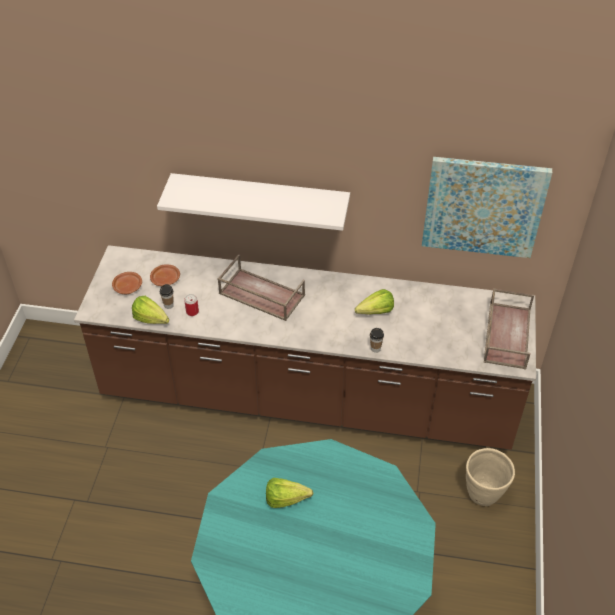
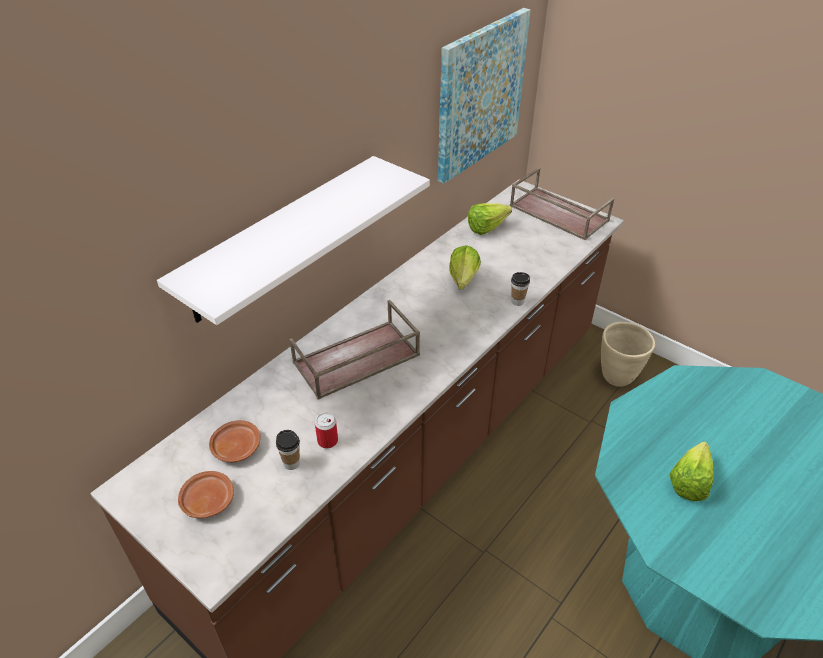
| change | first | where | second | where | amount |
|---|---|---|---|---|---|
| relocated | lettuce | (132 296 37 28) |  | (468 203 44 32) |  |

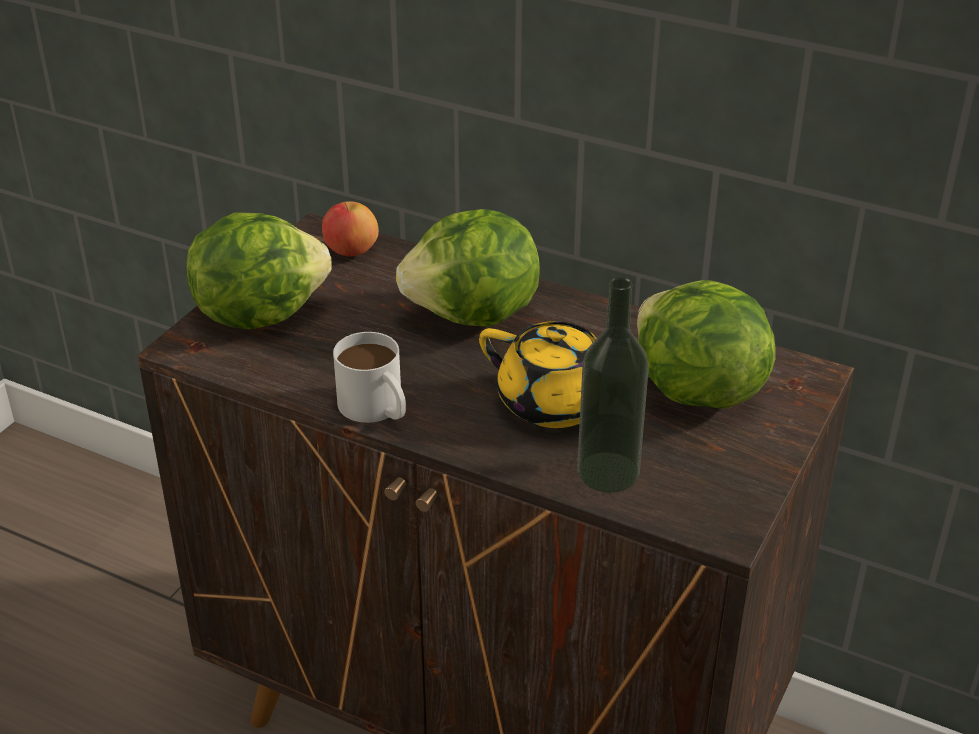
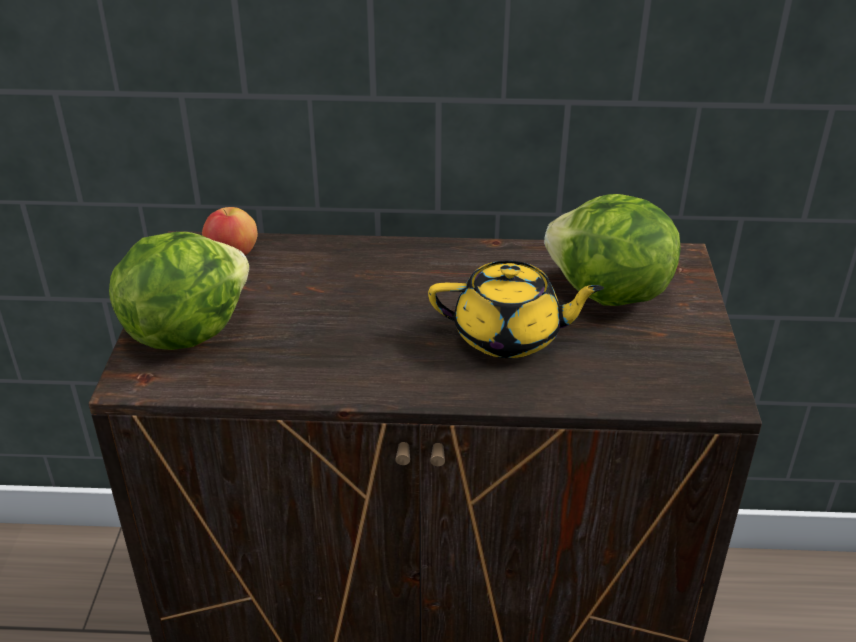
| change | first | where | second | where | amount |
|---|---|---|---|---|---|
| missing | white_mug | (333 332 73 91) |  |  |  |
| missing | lettuce | (396 209 144 118) |  |  |  |
| missing | bottle | (577 277 72 216) |  |  |  |

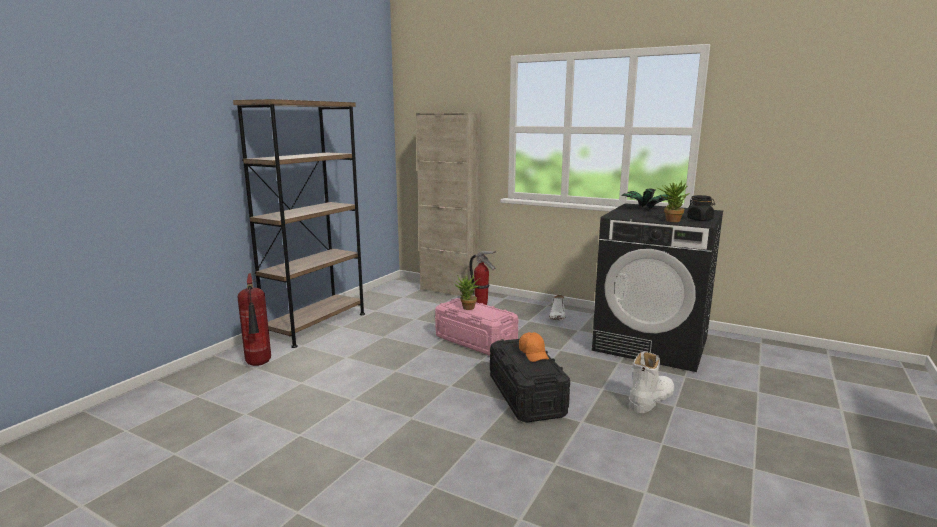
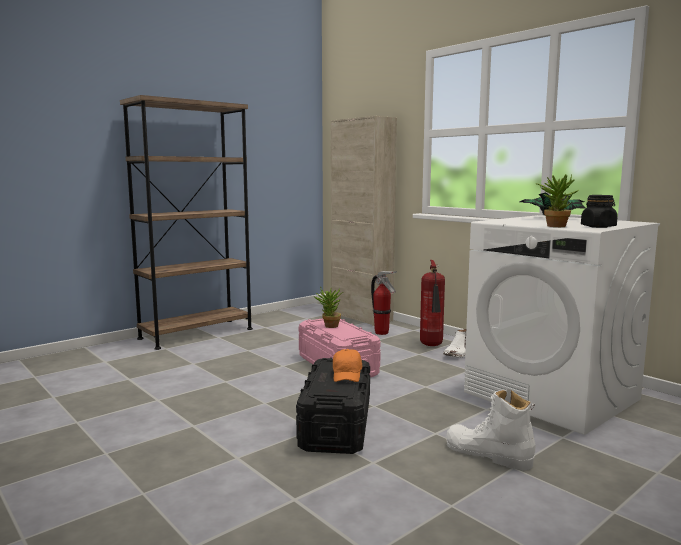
| change | first | where | second | where | amount |
|---|---|---|---|---|---|
| relocated | fire_extinguisher | (237 273 34 93) |  | (420 260 25 86) |  |
| spun | white_boot | (629 352 45 61) |  | (446 389 90 82) | 120 degrees counterclockwise |
| colour | black_washing_machine | (592 203 131 169) | white_washing_machine | (464 215 196 220) |  |

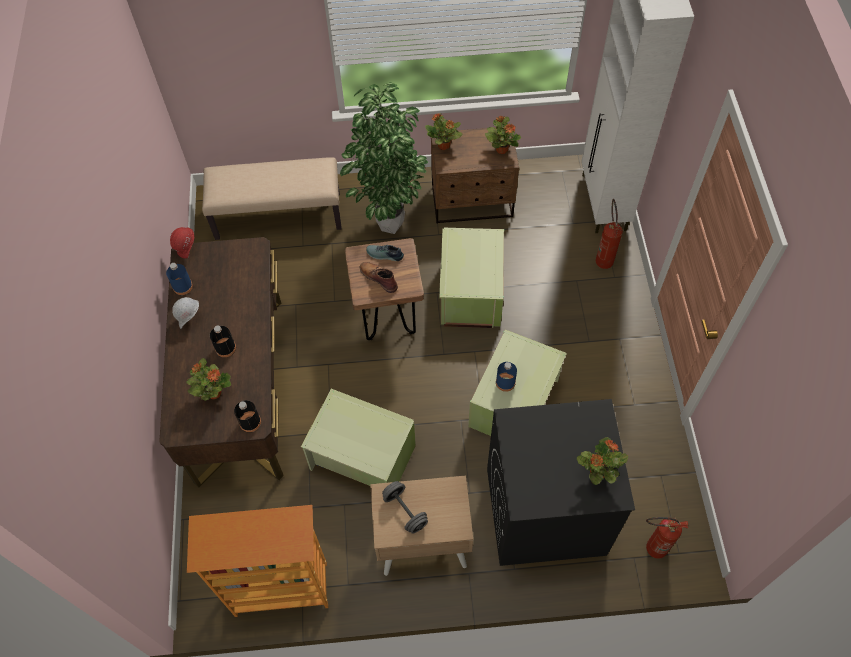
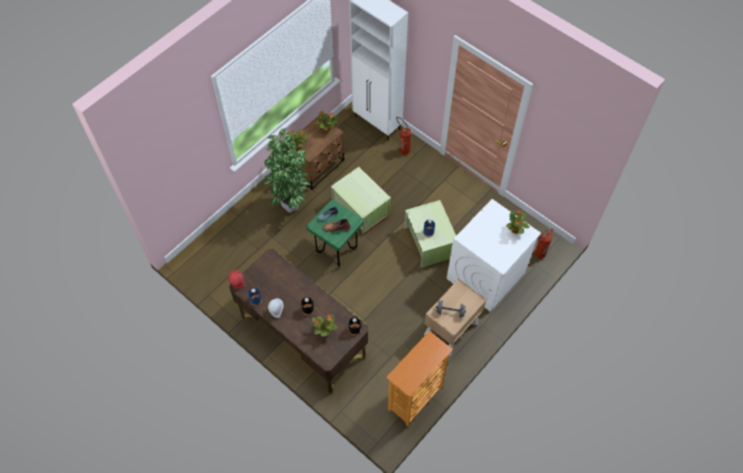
| change | first | where | second | where | amount |
|---|---|---|---|---|---|
| colour | brown_stool | (345 238 79 102) | green_stool | (306 199 58 68) |  |
| colour | black_washing_machine | (487 399 148 167) | white_washing_machine | (447 199 94 113) |  |
| missing | beige_bench | (202 157 140 83) |  |  |  |
| missing | green_storage_box | (301 389 115 97) |  |  |  |

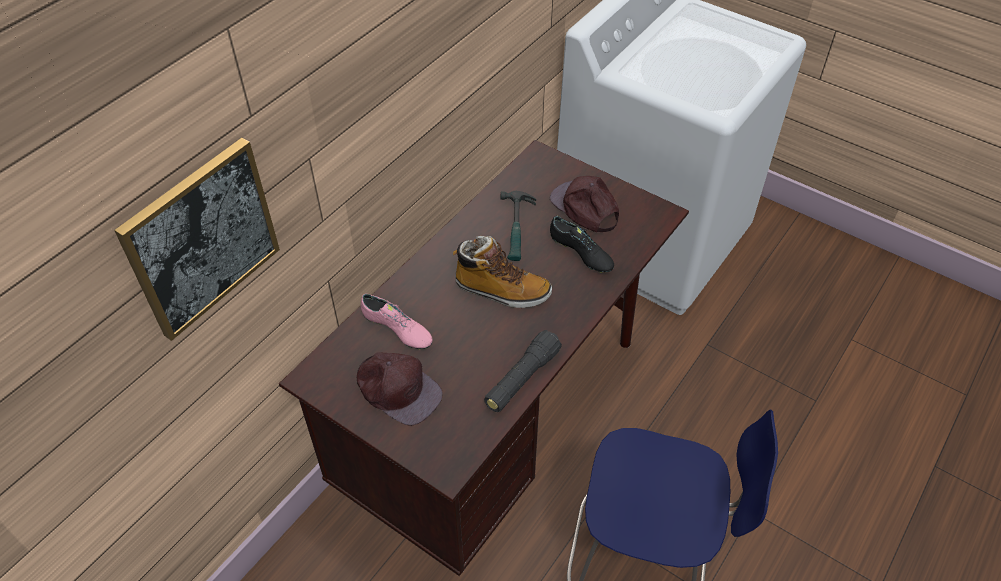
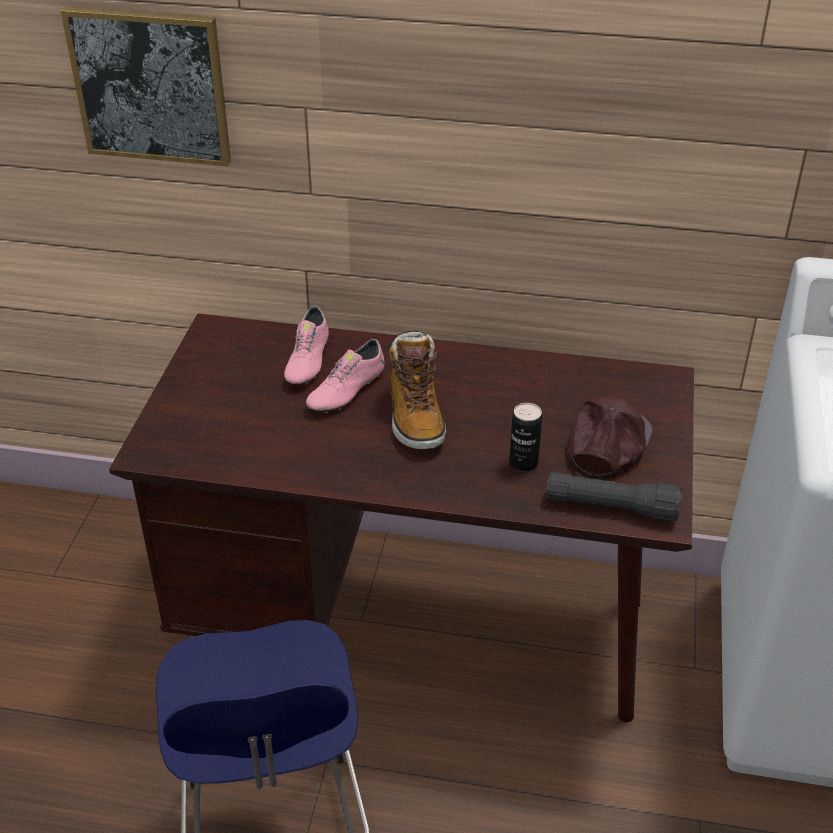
| change | first | where | second | where | amount |
|---|---|---|---|---|---|
| appeared |  |  | pink_shoe | (306 339 79 74) |  |
| exchanged | black_shoe | (550 216 64 57) | can | (509 403 33 69) |  |
| relocated | black_flashlight | (484 330 78 82) |  | (546 472 136 50) |  |
| missing | brown_cap | (357 352 86 74) |  |  |  |
| missing | hammer | (500 191 36 70) |  |  |  |

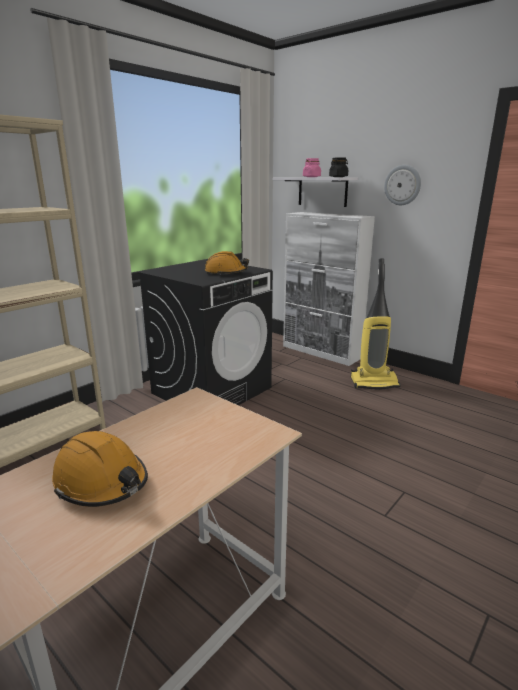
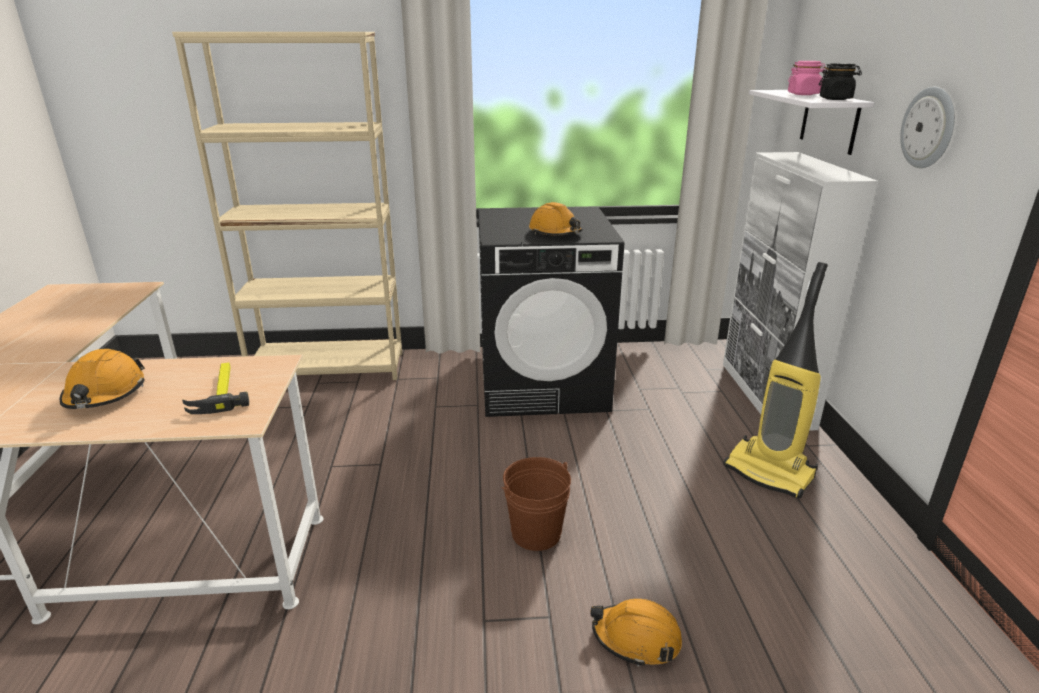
| change | first | where | second | where | amount |
|---|---|---|---|---|---|
| appeared |  |  | hammer | (182 362 67 52) |  |
| appeared |  |  | brown_bucket | (502 457 69 94) |  |
| appeared |  |  | orange_hard_hat | (591 599 91 68) |  |

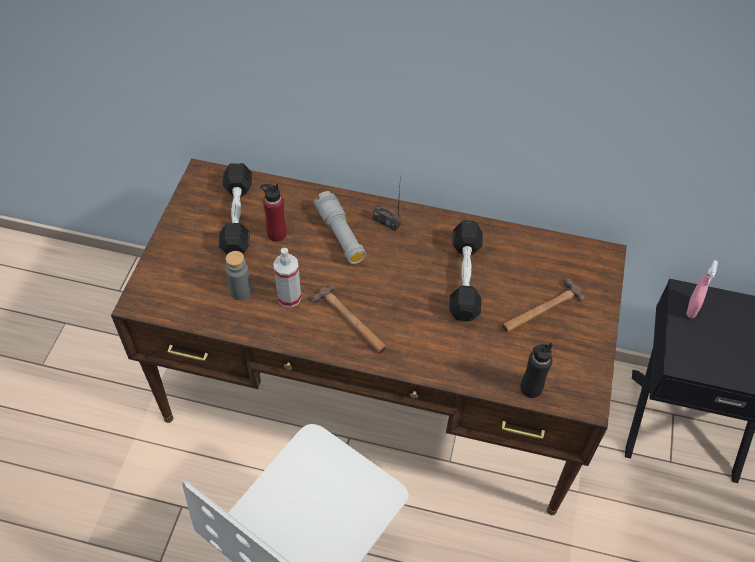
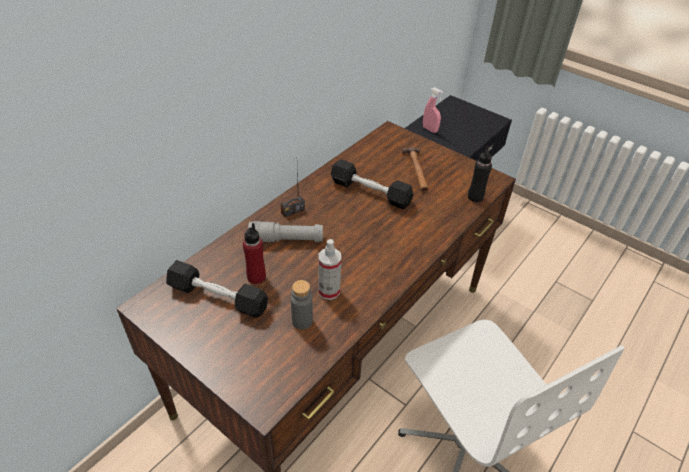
| change | first | where | second | where | amount |
|---|---|---|---|---|---|
| missing | hammer | (311 284 75 69) |  |  |  |

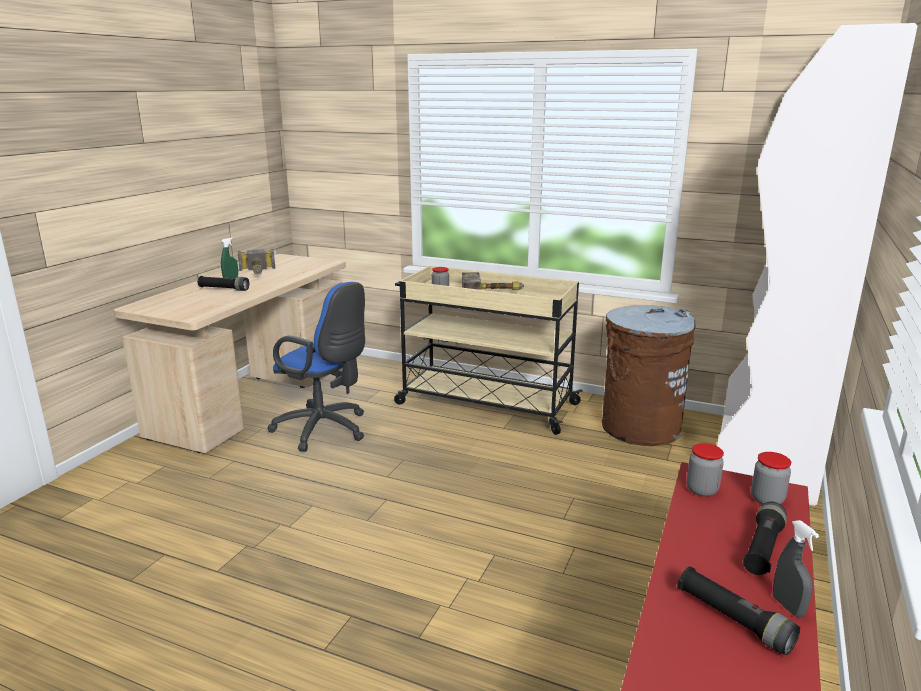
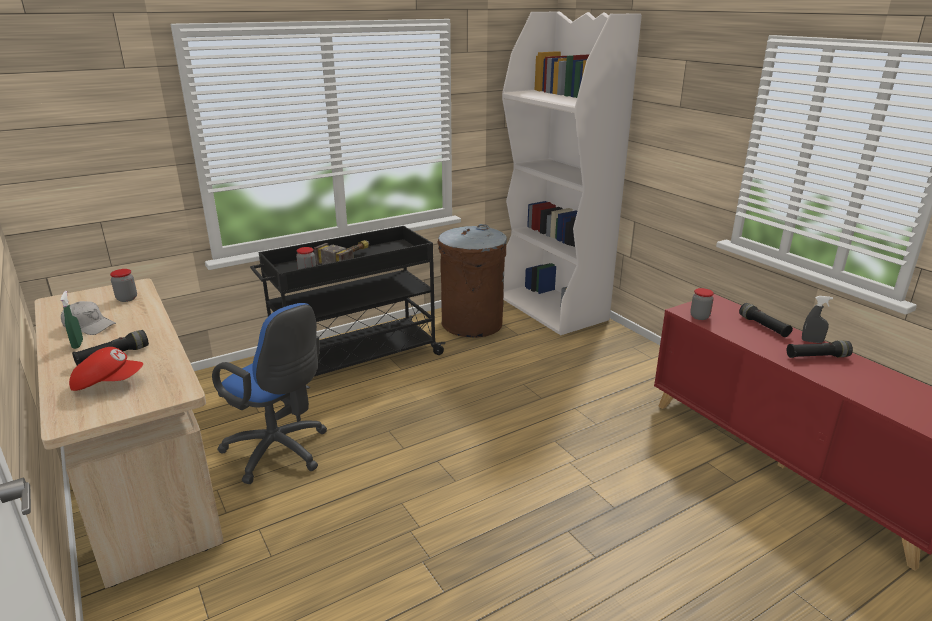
| change | first | where | second | where | amount |
|---|---|---|---|---|---|
| exchanged | hammer | (238 249 37 25) | white_cap | (61 301 55 34) |  |
| appeared |  |  | red_cap | (69 347 74 44) |  |
| relocated | jar | (751 452 40 53) |  | (110 269 27 33) |  |
| spun | blue_office_chair | (267 282 98 170) |  | (212 303 115 181) | 60 degrees clockwise |
| colour | beige_cart | (394 266 189 169) | black_cart | (250 226 196 150) |  |

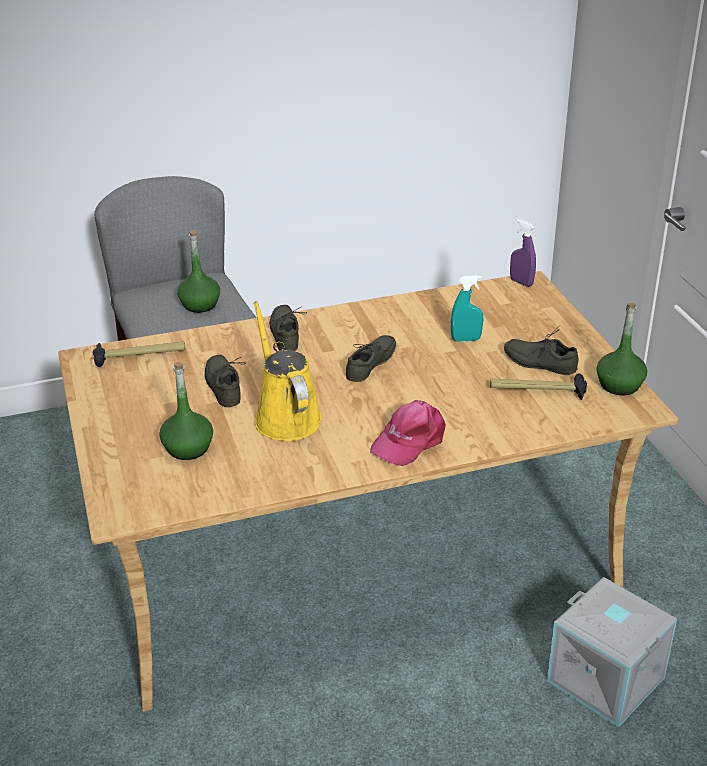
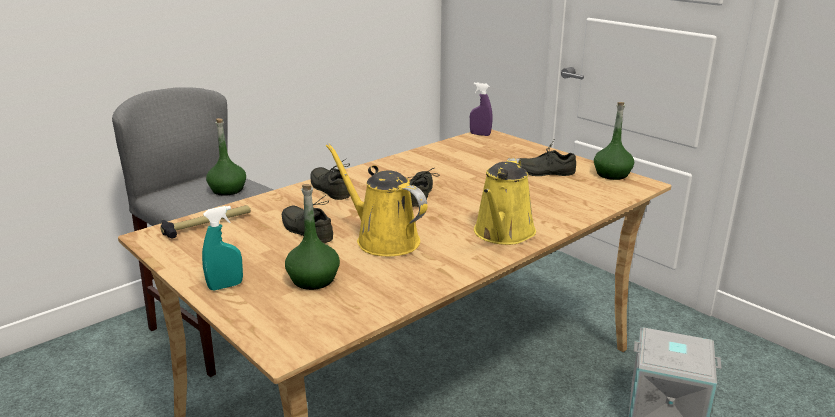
| change | first | where | second | where | amount |
|---|---|---|---|---|---|
| relocated | turquoise_spray_bottle | (451 275 32 66) |  | (202 206 41 84) |  |
| exchanged | pink_cap | (370 400 76 66) | yellow_watering_can | (474 158 62 87) |  |
| missing | hammer | (490 374 97 26) |  |  |  |

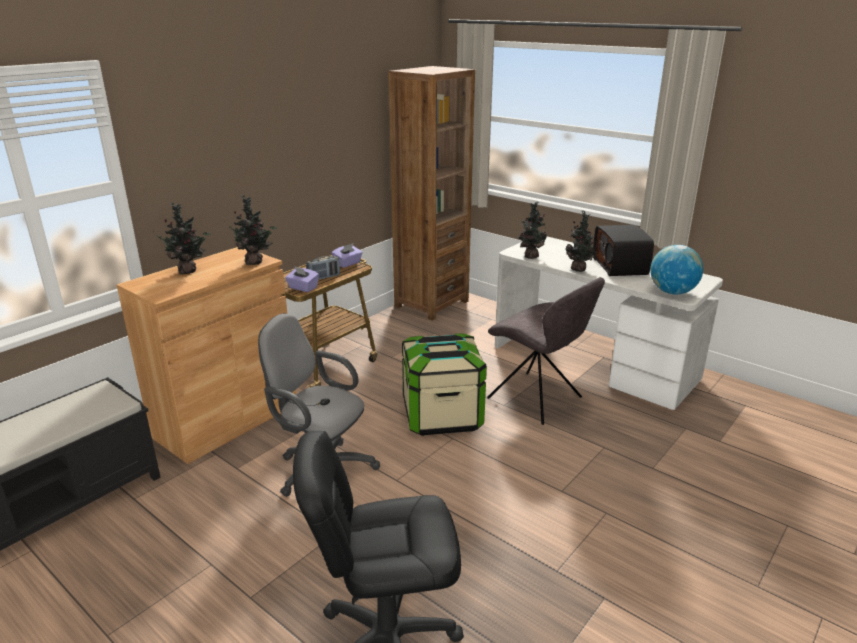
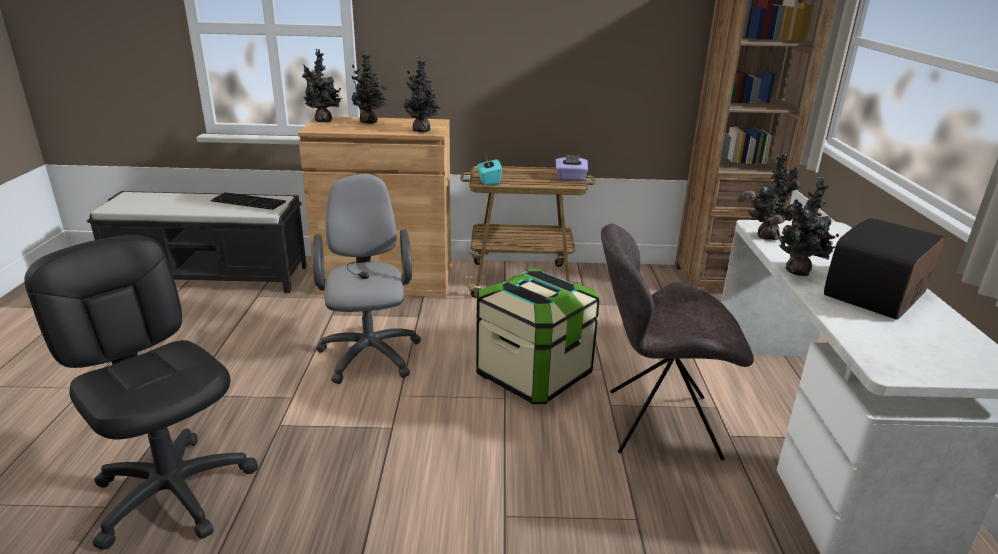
| change | first | where | second | where | amount |
|---|---|---|---|---|---|
| appeared |  |  | keyboard | (211 192 75 18) |  |
| appeared |  |  | potted_plant | (302 49 40 73) |  |
| colour | purple_tissue_box | (285 266 34 26) | turquoise_tissue_box | (477 157 25 28) |  |
| spun | grey_chair | (487 277 118 148) |  | (601 223 152 237) | 90 degrees clockwise |
| missing | radio | (306 256 34 24) |  |  |  |
| missing | globe | (650 245 53 50) |  |  |  |

